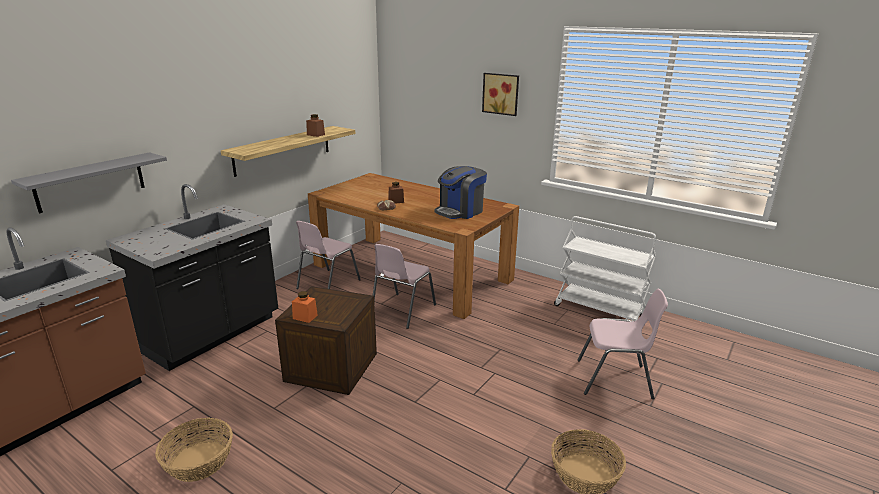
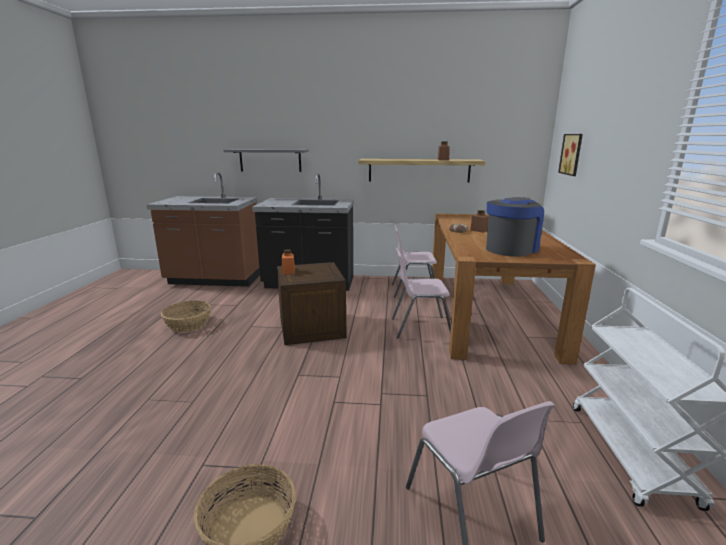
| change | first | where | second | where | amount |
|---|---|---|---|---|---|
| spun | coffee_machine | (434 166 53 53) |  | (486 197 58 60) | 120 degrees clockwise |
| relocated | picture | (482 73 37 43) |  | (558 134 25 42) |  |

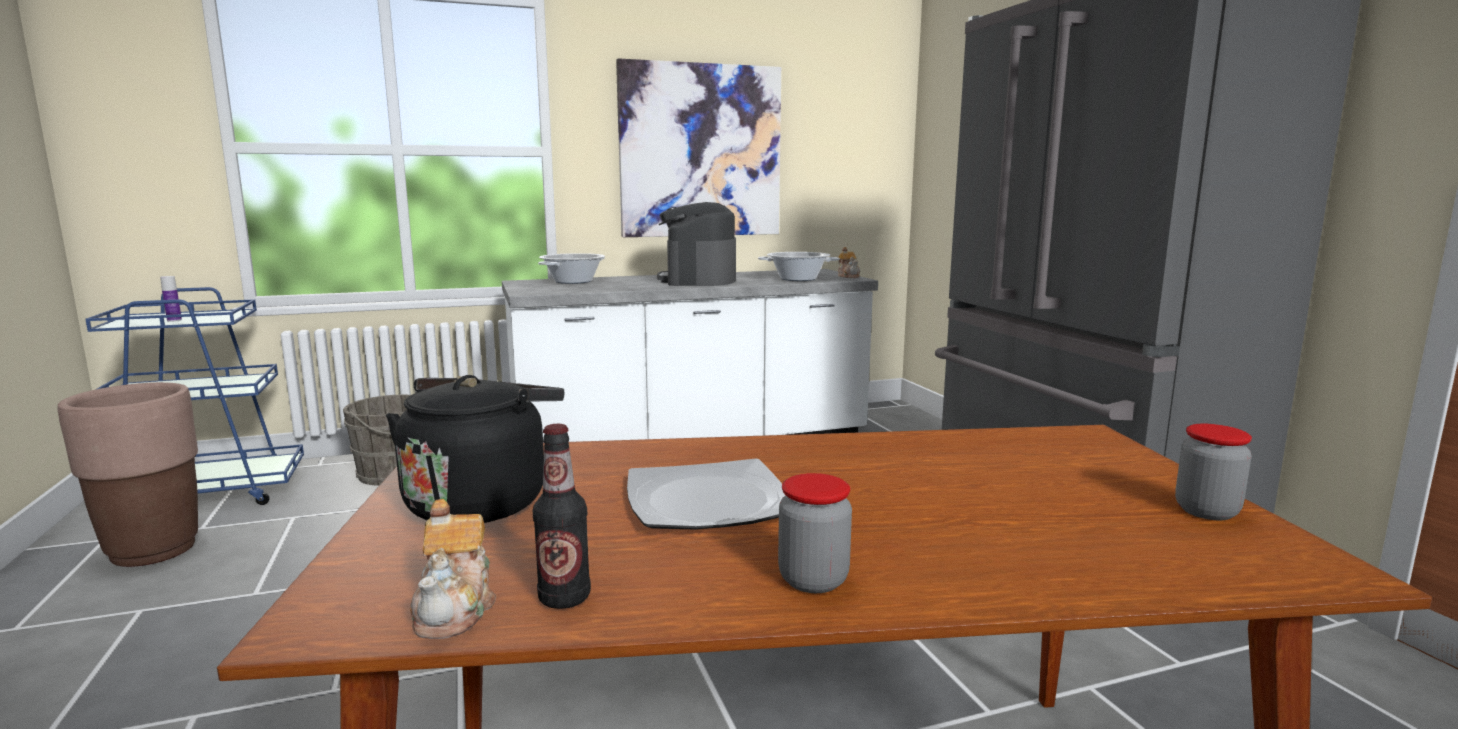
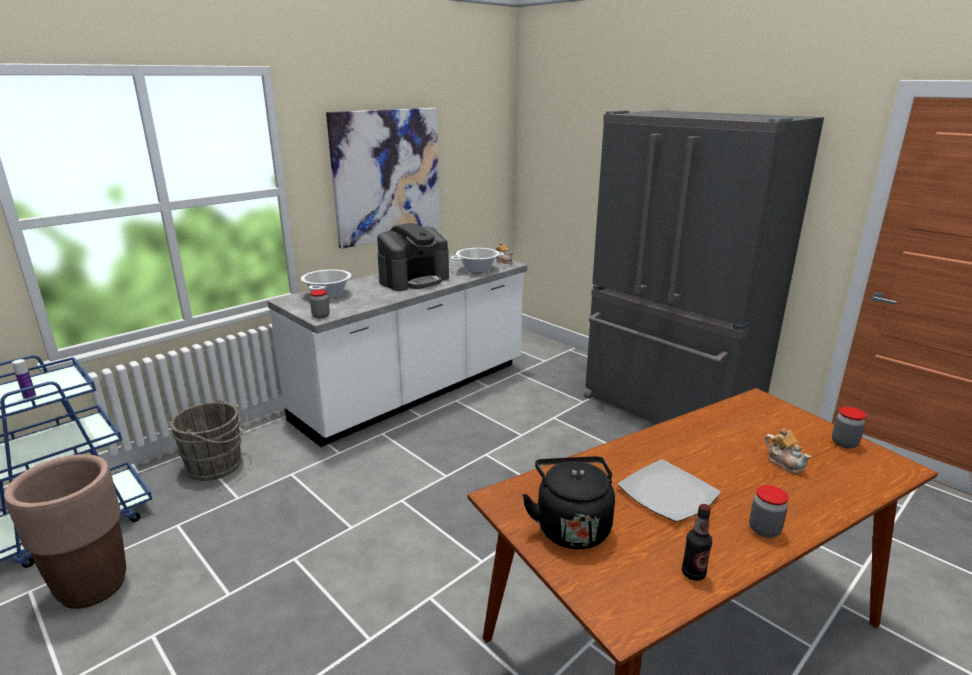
| change | first | where | second | where | amount |
|---|---|---|---|---|---|
| appeared |  |  | jar | (310 289 20 29) |  |
| spun | coffee_machine | (657 202 79 84) |  | (377 223 72 68) | 105 degrees counterclockwise |
| relocated | teapot | (410 499 86 140) |  | (765 428 46 46) |  |

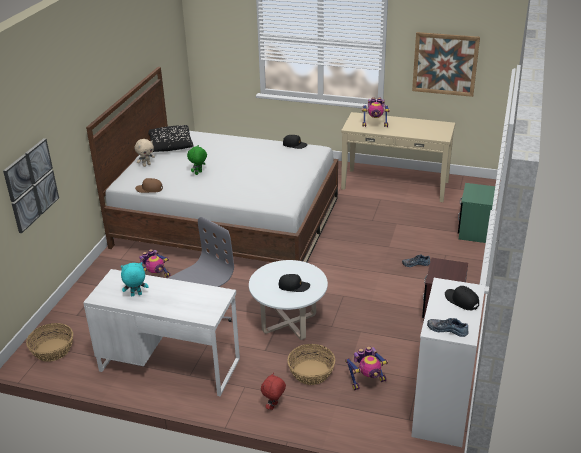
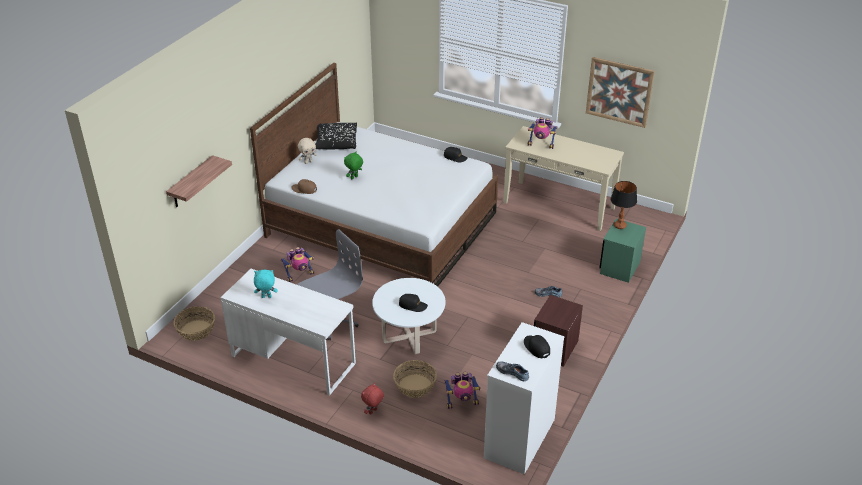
| change | first | where | second | where | amount |
|---|---|---|---|---|---|
| exchanged | picture | (3 138 56 95) | shelf | (166 155 66 52) |  |
| appeared |  |  | table_lamp | (610 181 27 48) |  |

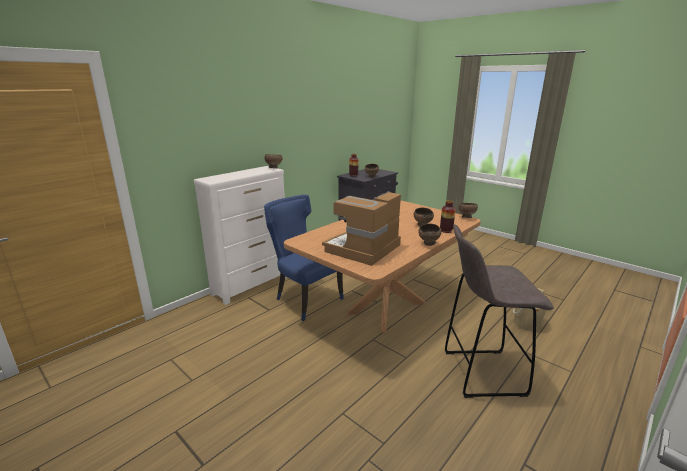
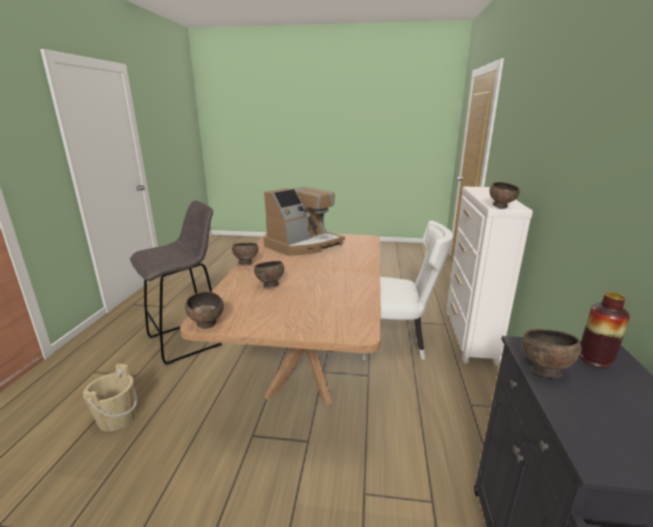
| change | first | where | second | where | amount |
|---|---|---|---|---|---|
| spun | coffee_machine | (322 191 79 75) |  | (263 187 82 69) | 45 degrees clockwise |
| colour | blue_chair | (264 195 80 126) | white_chair | (362 220 91 140) |  |
| missing | vase | (440 200 16 33) |  |  |  |

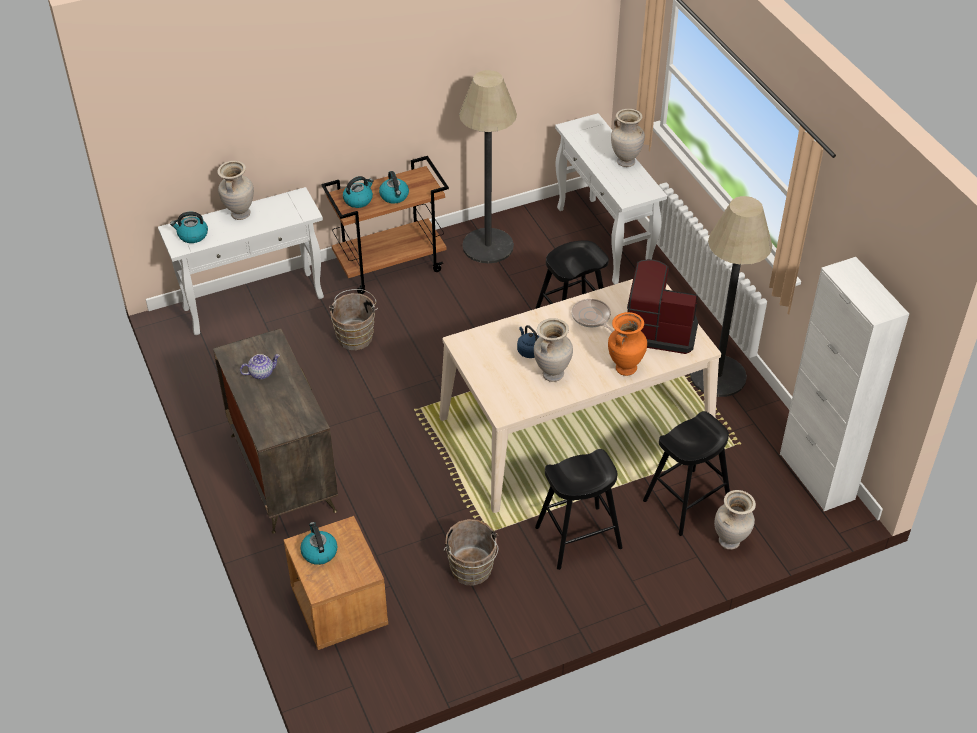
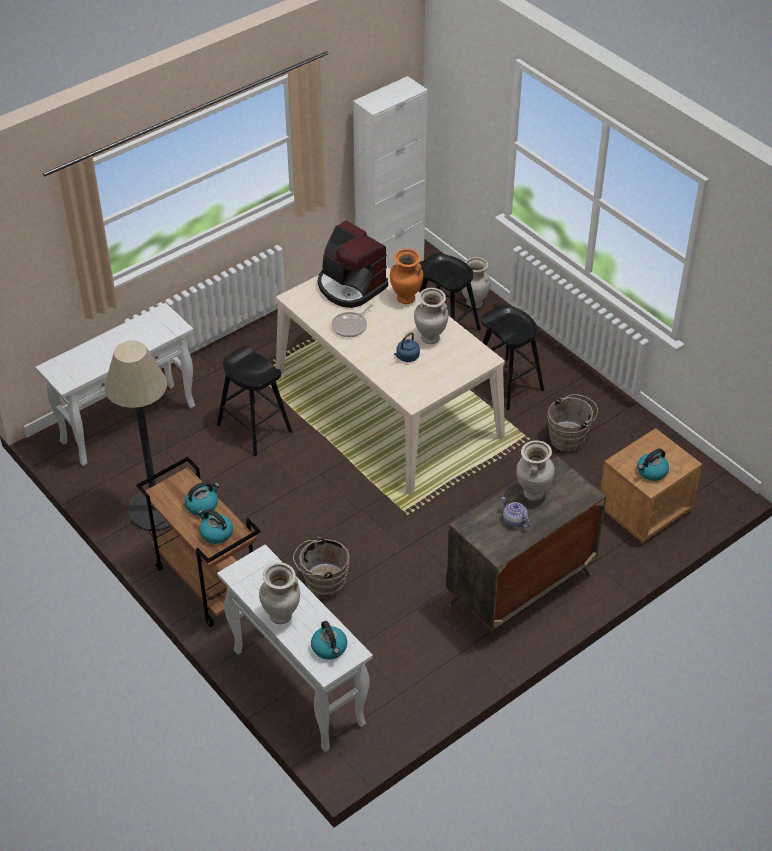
| change | first | where | second | where | amount |
|---|---|---|---|---|---|
| spun | coffee_machine | (627 259 71 95) |  | (318 220 70 88) | 45 degrees counterclockwise |
| relocated | beige_vase | (611 109 34 58) |  | (516 440 39 61) |  |
| missing | floor_lamp | (690 196 82 201) |  |  |  |

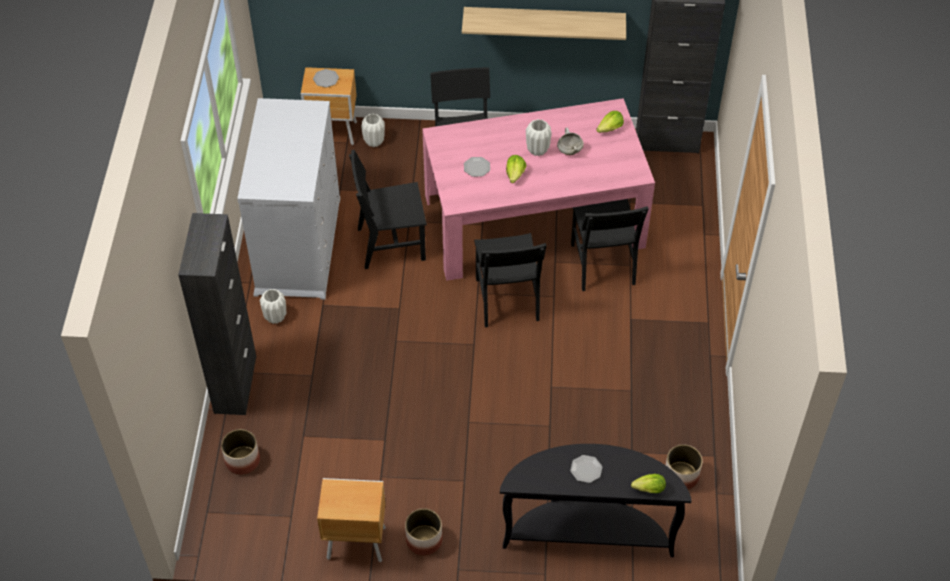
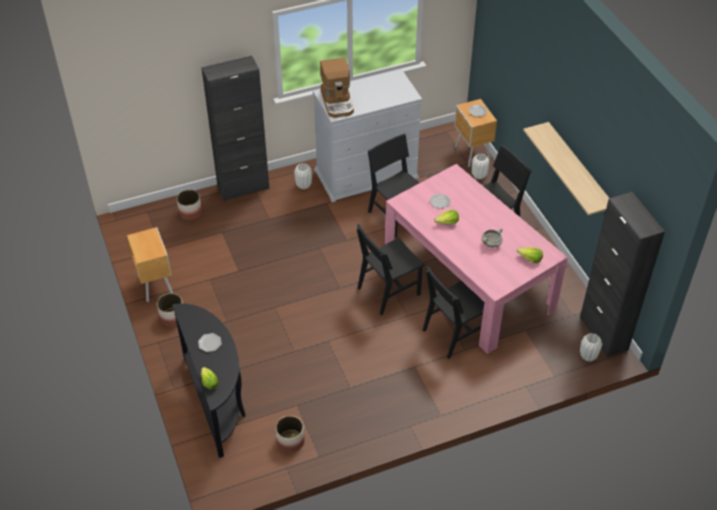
| change | first | where | second | where | amount |
|---|---|---|---|---|---|
| appeared |  |  | coffee_machine | (320 58 34 60) |  |
| relocated | white_vase | (526 119 26 37) |  | (580 333 22 29) |  |

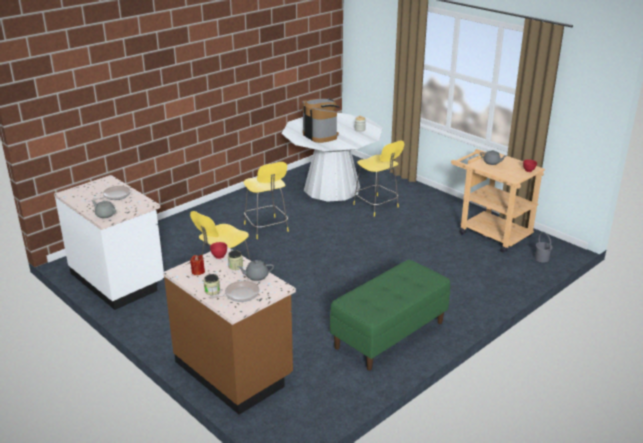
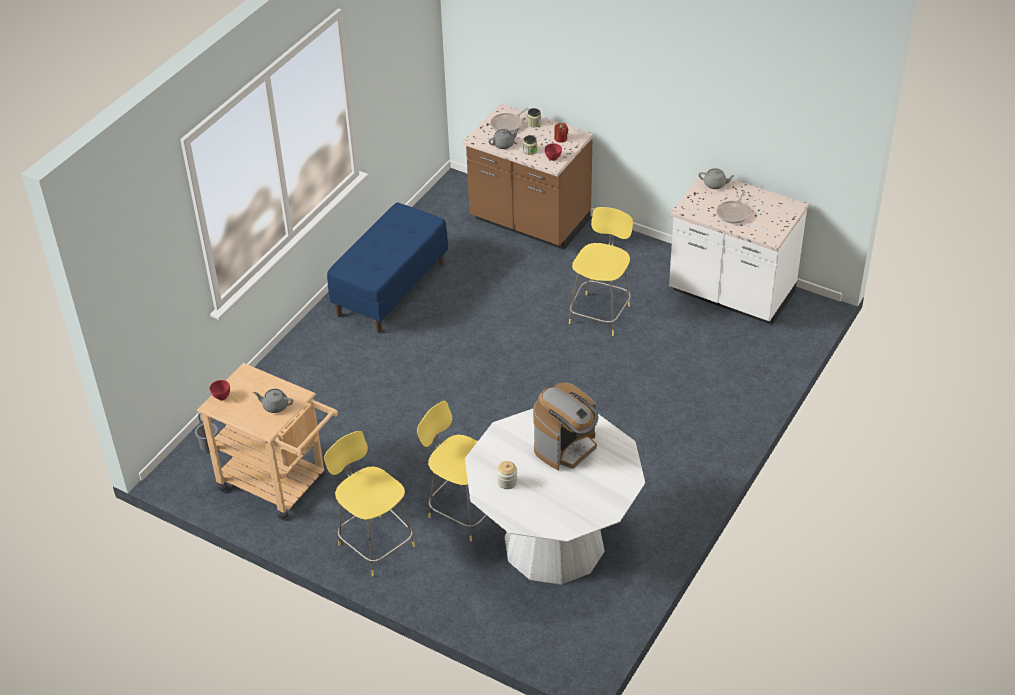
| change | first | where | second | where | amount |
|---|---|---|---|---|---|
| relocated | yellow_stool | (244 162 45 77) |  | (324 431 91 145) |  |
| colour | green_bench | (330 260 120 111) | blue_bench | (327 202 121 131) |  |
| spun | coffee_machine | (302 98 38 45) |  | (533 383 66 87) | 90 degrees counterclockwise |

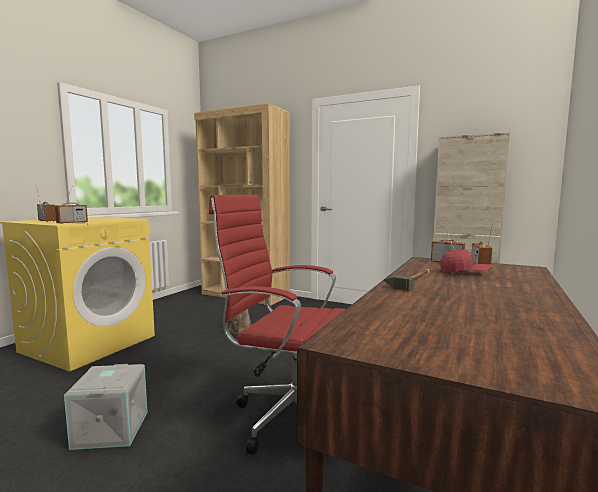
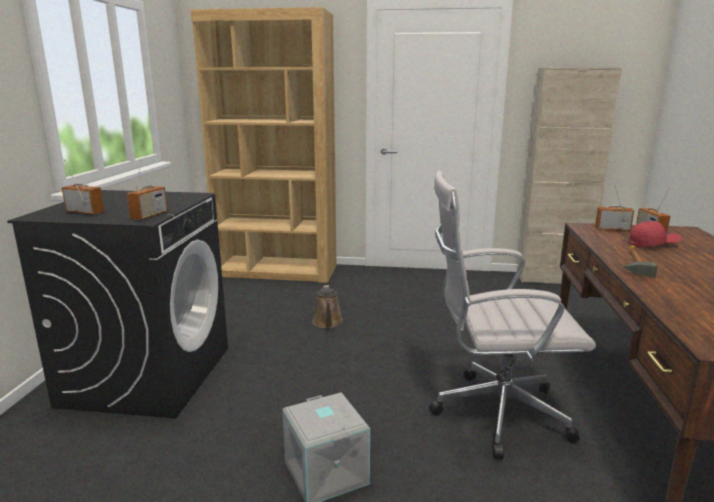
| change | first | where | second | where | amount |
|---|---|---|---|---|---|
| colour | yellow_washing_machine | (0 217 155 155) | black_washing_machine | (7 190 221 228) |  |
| colour | red_office_chair | (209 195 137 263) | white_office_chair | (429 171 167 289) |  |

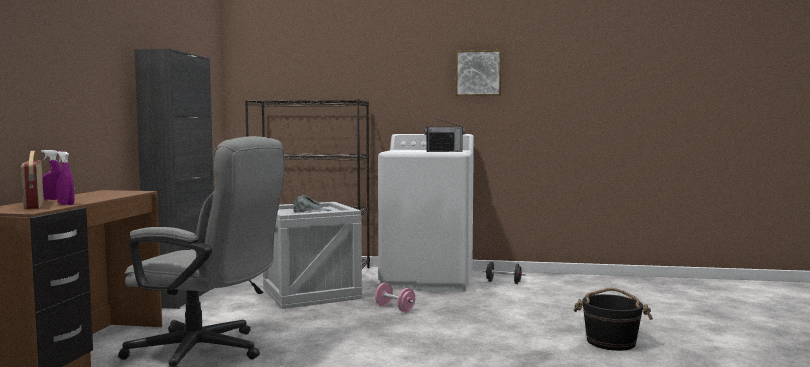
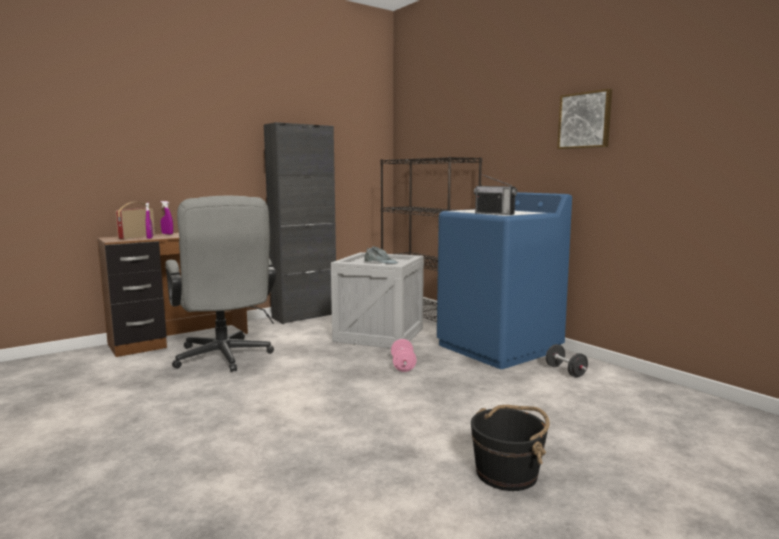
| change | first | where | second | where | amount |
|---|---|---|---|---|---|
| colour | white_washing_machine | (378 134 96 158) | blue_washing_machine | (437 192 135 177) |  |

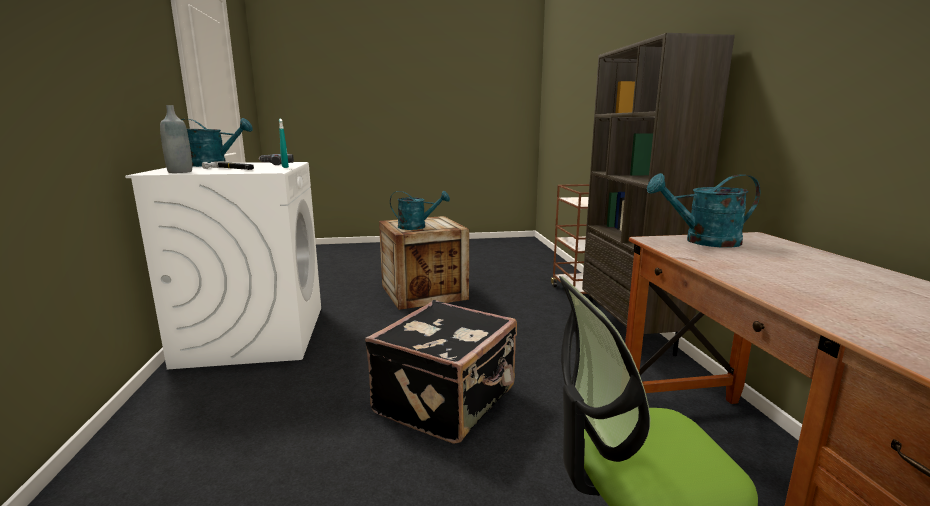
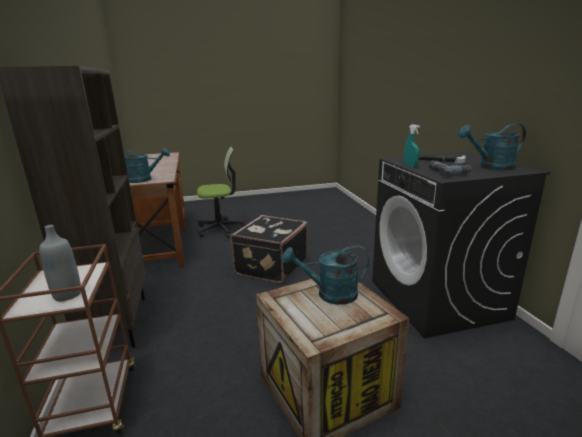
| change | first | where | second | where | amount |
|---|---|---|---|---|---|
| relocated | grey_bottle | (160 105 32 68) |  | (39 225 42 76) |  |
| colour | white_washing_machine | (125 162 196 207) | black_washing_machine | (372 151 178 187) |  |

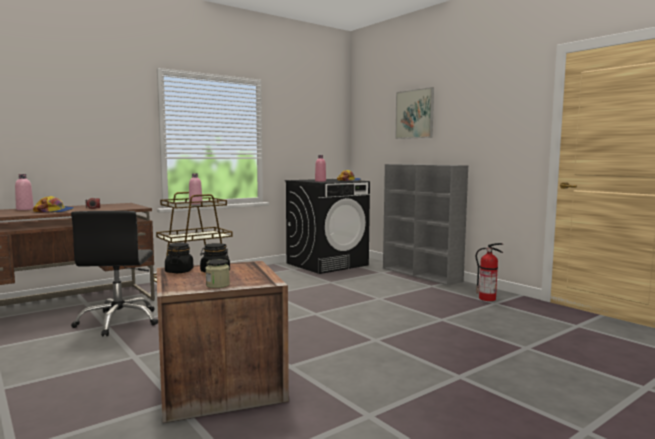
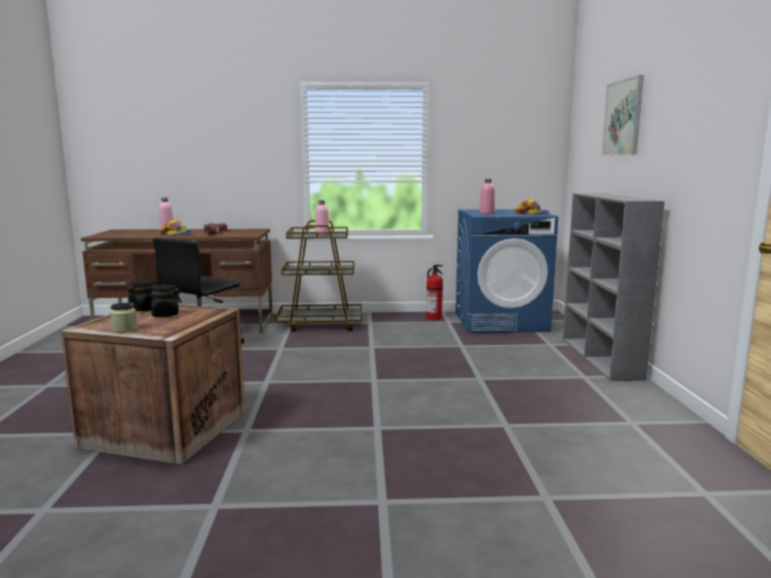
| change | first | where | second | where | amount |
|---|---|---|---|---|---|
| relocated | fire_extinguisher | (476 243 28 58) |  | (426 265 17 55) |  |
| colour | black_washing_machine | (285 179 85 95) | blue_washing_machine | (456 209 102 124) |  |

